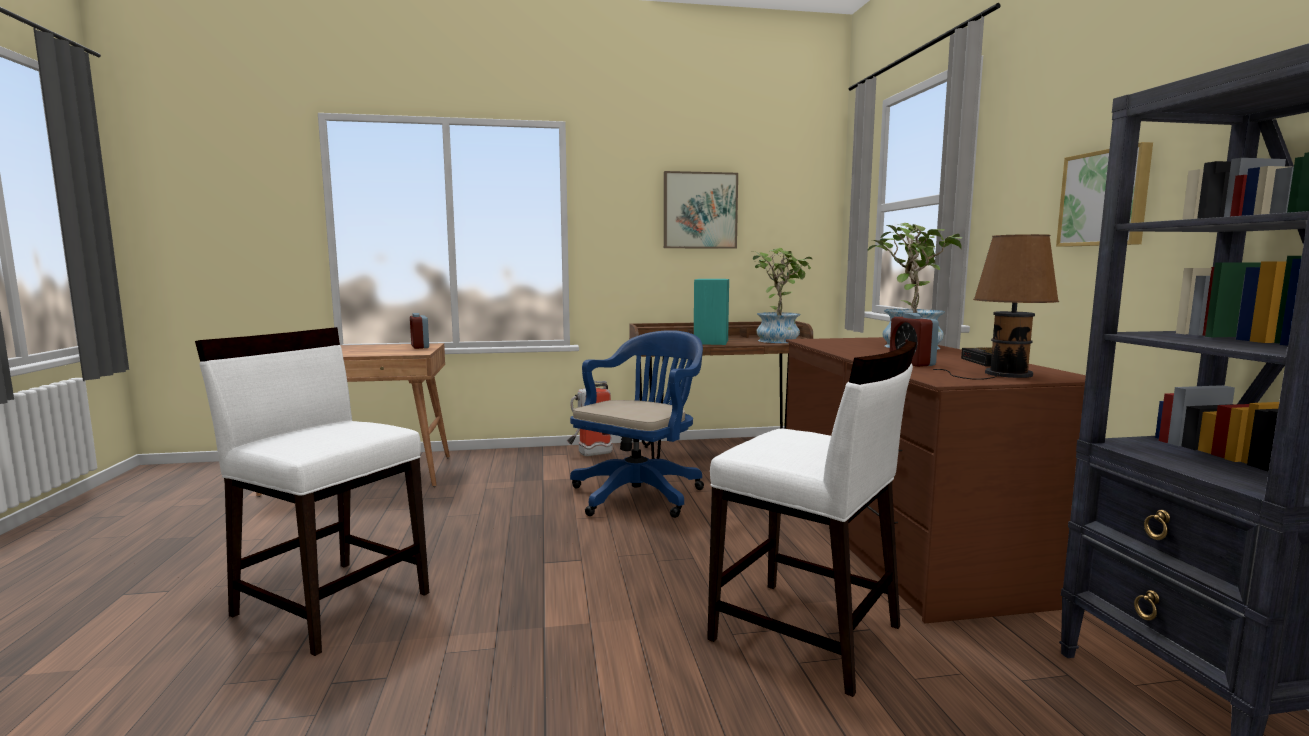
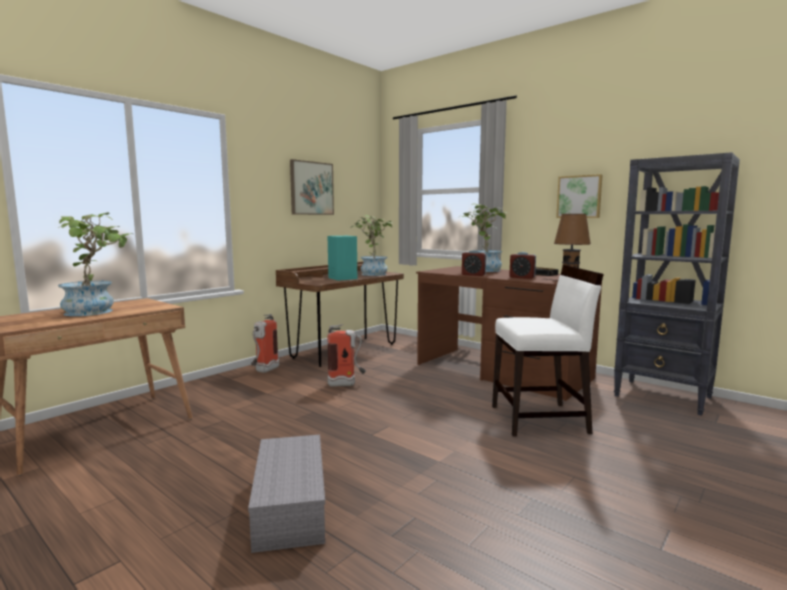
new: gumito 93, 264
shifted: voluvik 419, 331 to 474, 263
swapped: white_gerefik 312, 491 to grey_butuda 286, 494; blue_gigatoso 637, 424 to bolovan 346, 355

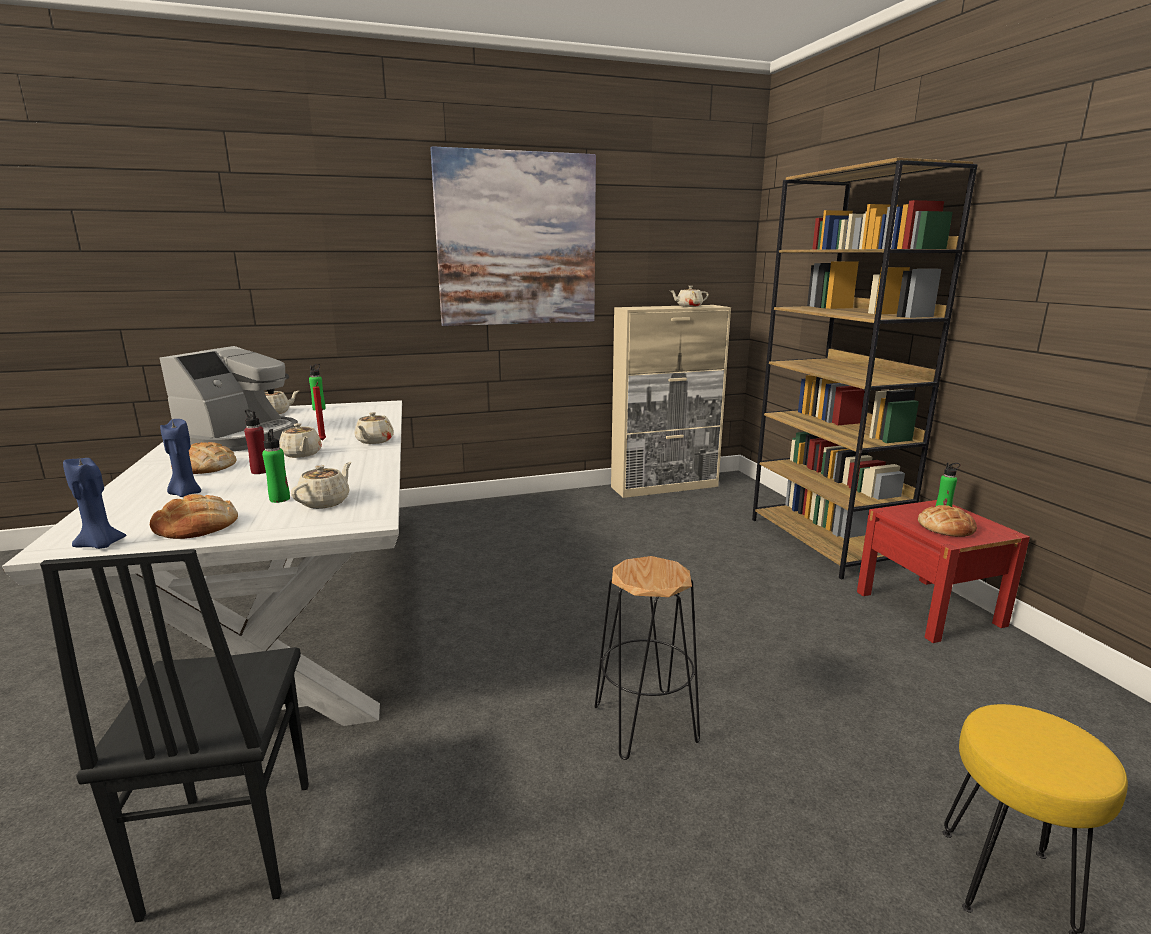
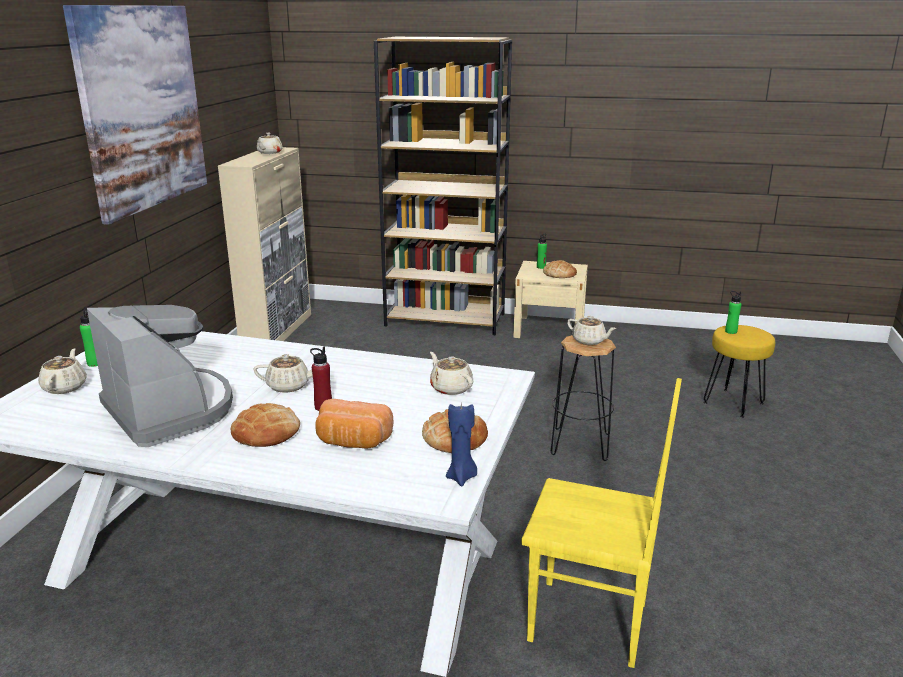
gone: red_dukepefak 319, 411
shifted: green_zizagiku 276, 466 to 733, 312; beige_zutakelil 374, 428 to 592, 330
swapped: blue_dukepefak 180, 458 to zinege 354, 424
repainted: black_gerefik 174, 735 to yellow_gerefik 601, 523; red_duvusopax 943, 571 to beige_duvusopax 550, 299

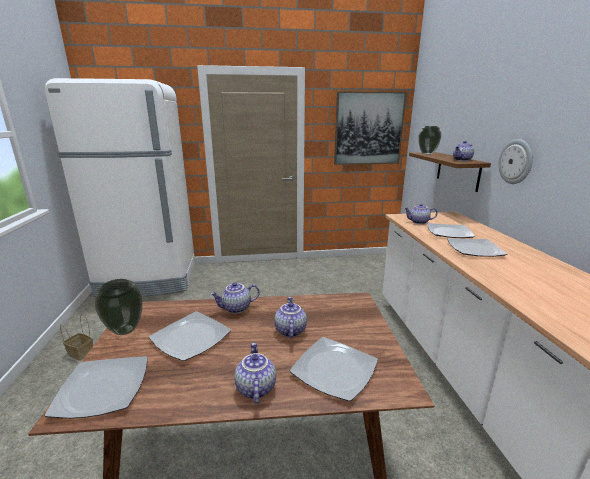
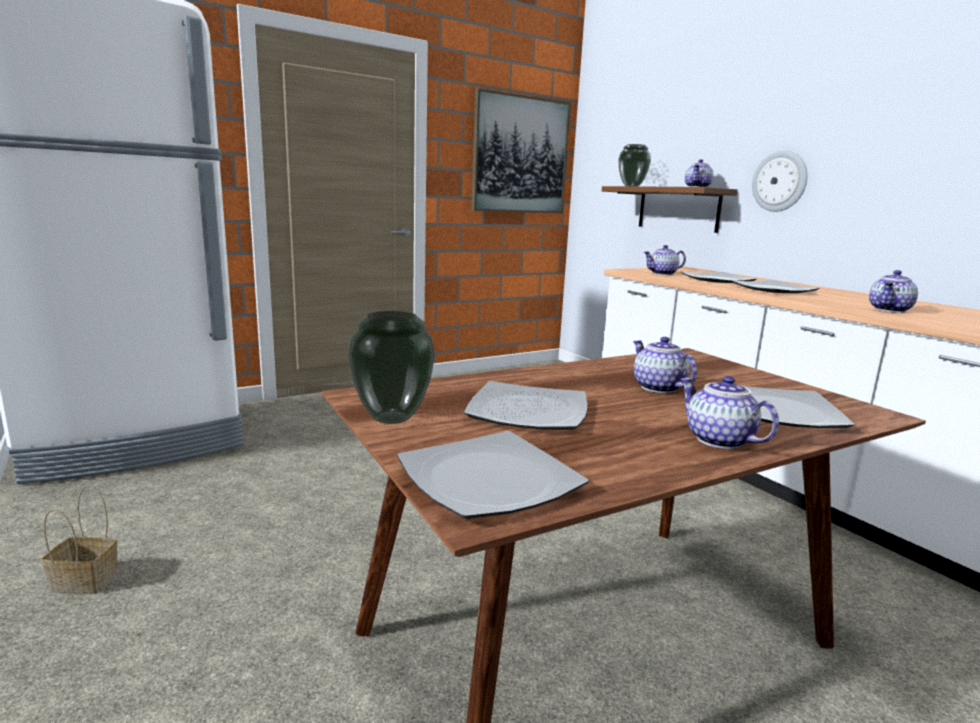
shifted: zutakelil 235, 298 to 893, 291

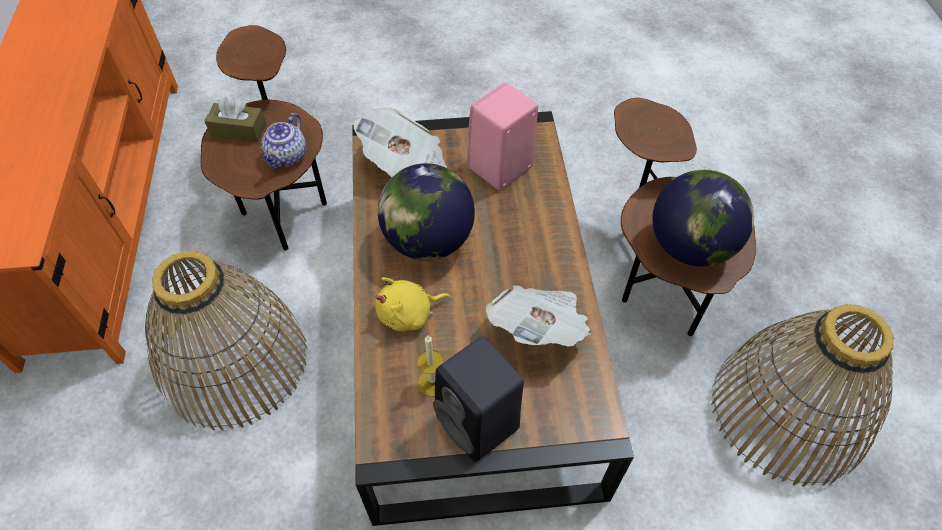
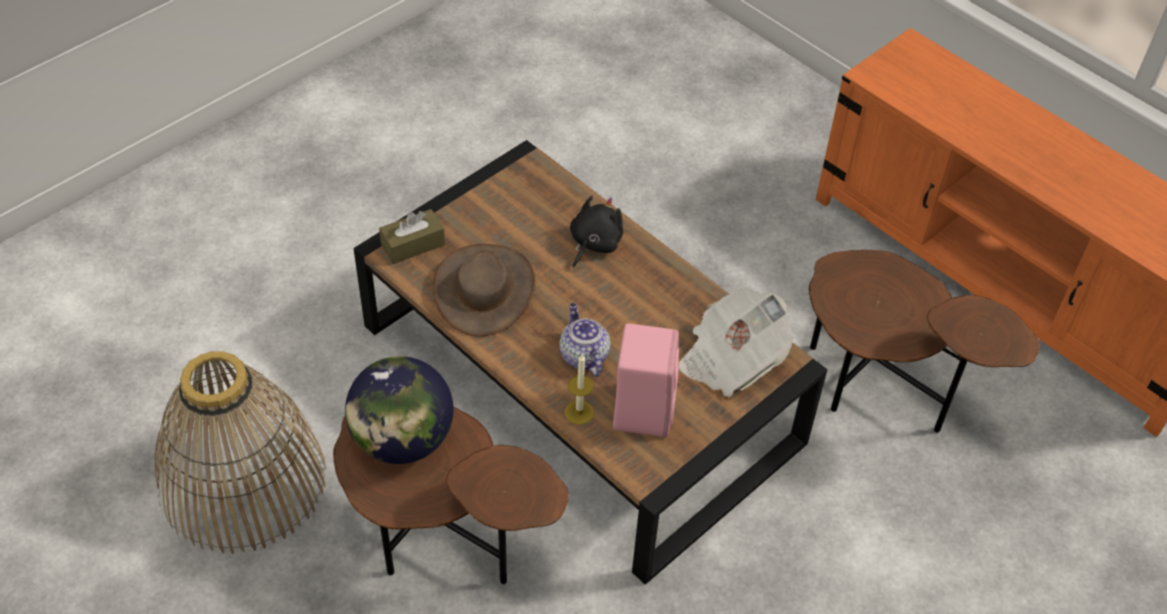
gone: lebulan 226, 341; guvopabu 426, 211; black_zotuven 478, 399
shifted: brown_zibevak 235, 119 to 412, 236; zutakelil 283, 141 to 584, 340; dukepefak 430, 366 to 579, 389
swapped: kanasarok 538, 316 to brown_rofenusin 484, 290
repainted: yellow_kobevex 413, 304 to black_kobevex 597, 232

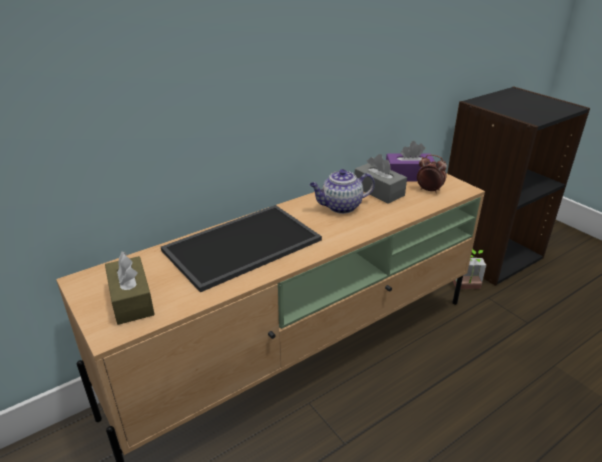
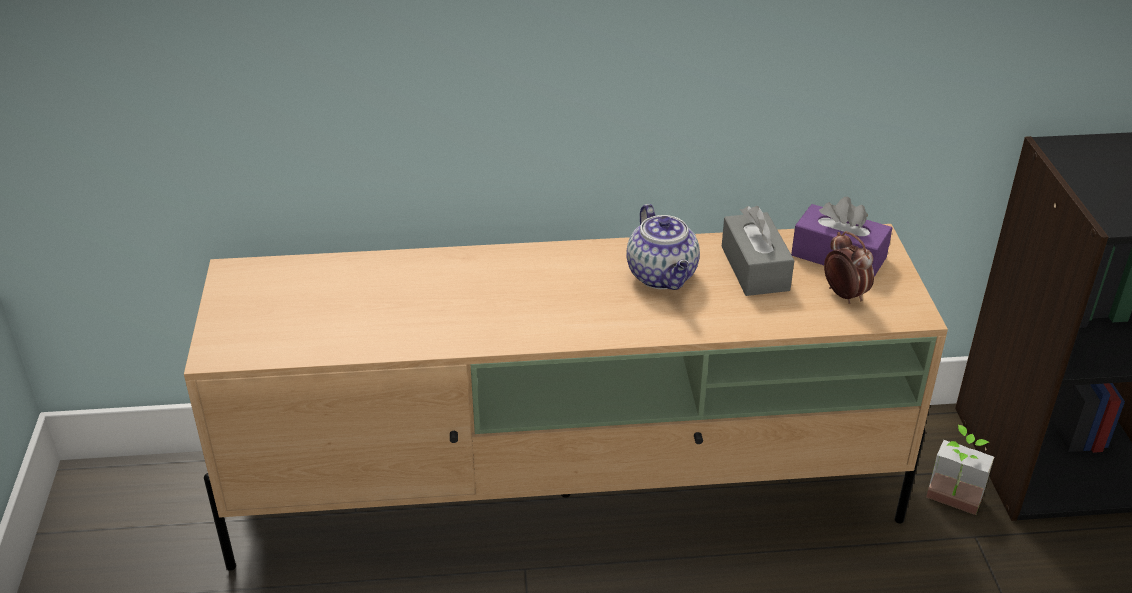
gone: brown_zibevak 130, 288; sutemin 241, 248
rotated: zutakelil 342, 191 = 663, 247 120 degrees counterclockwise

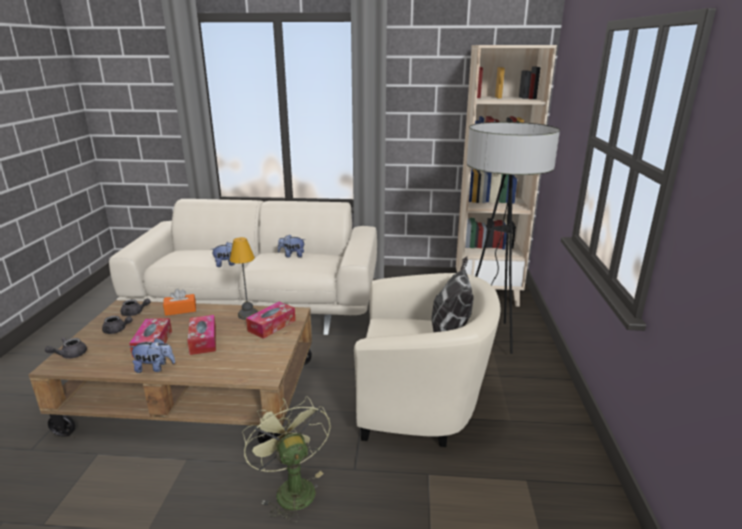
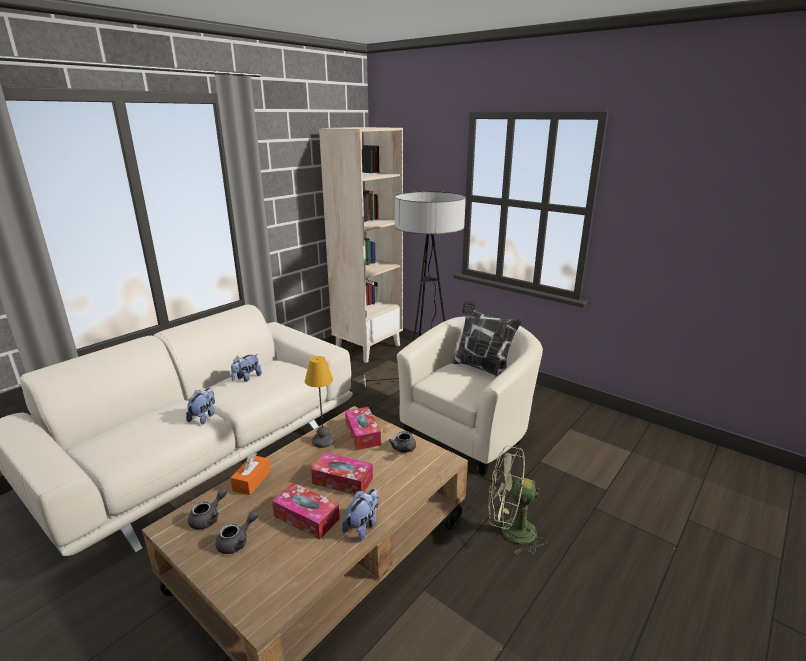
shifted: grey_zutakelil 66, 348 to 402, 442

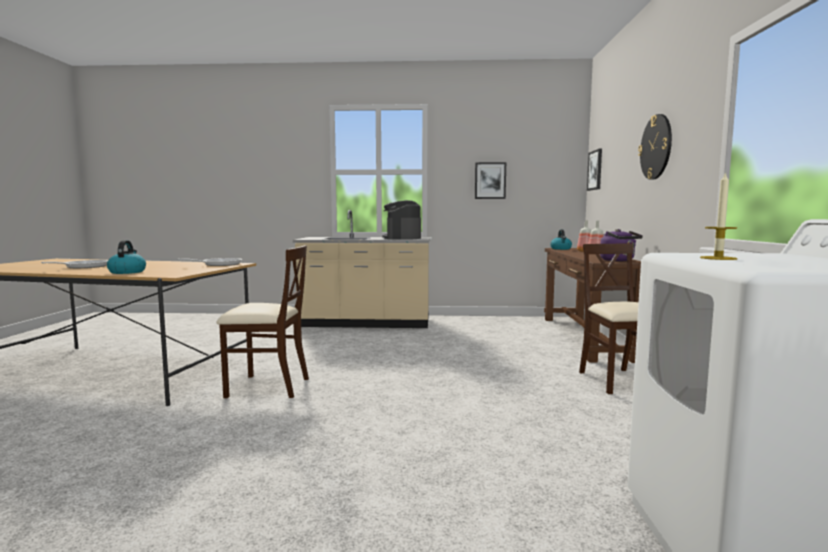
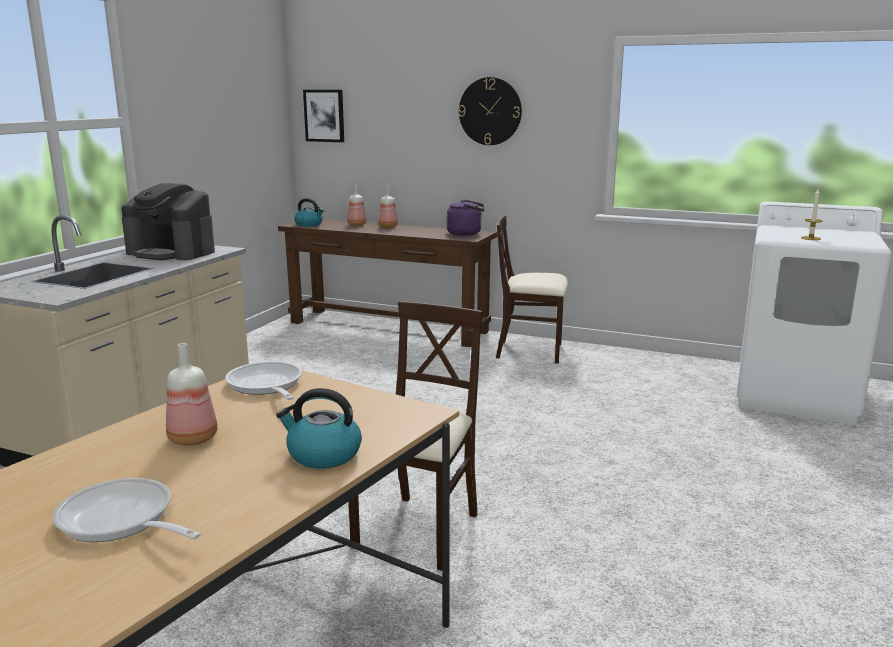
gone: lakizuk 490, 180
new: zizagiku 192, 394

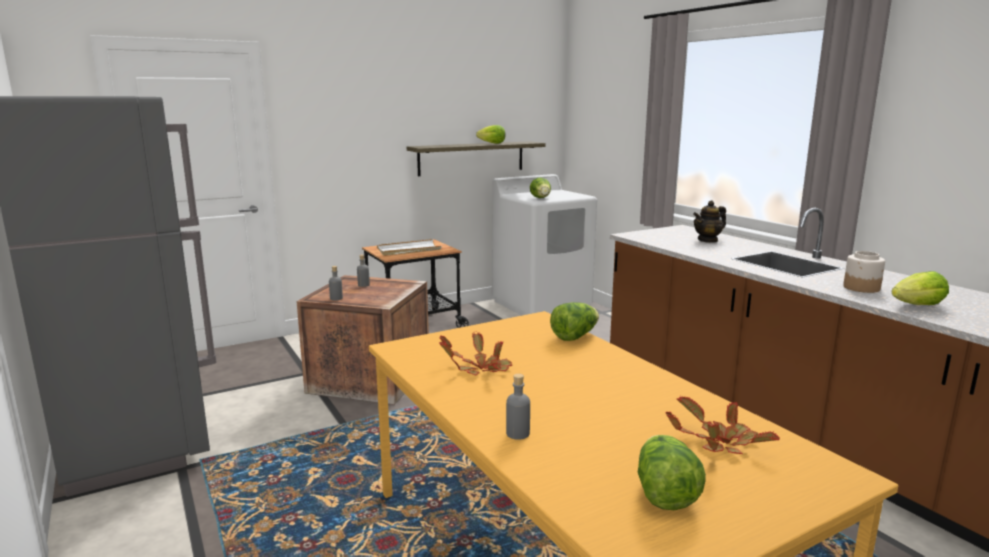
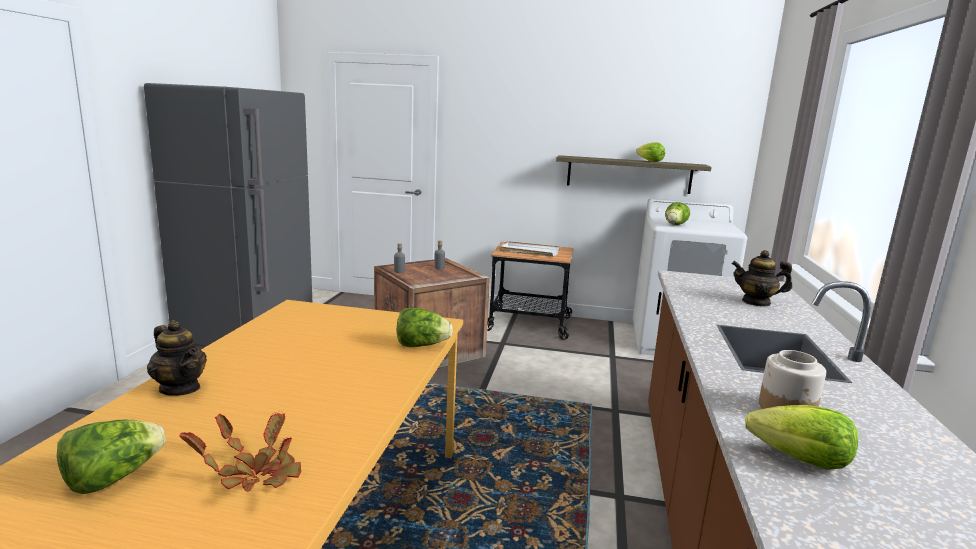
gone: gumito 475, 353
swapped: grey_zizagiku 518, 407 to zutakelil 177, 358

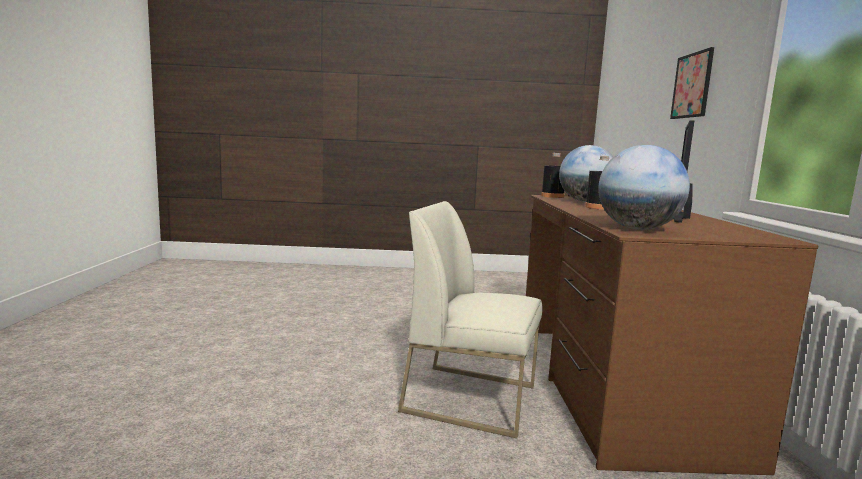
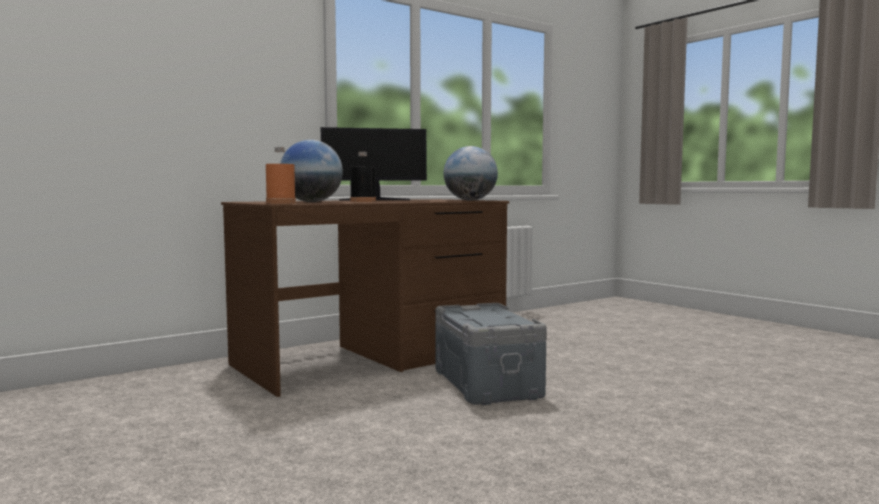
gone: lakizuk 692, 83
swapped: white_gerefik 470, 319 to grey_butuda 491, 354
repainted: black_zizagiku 553, 175 to orange_zizagiku 281, 175

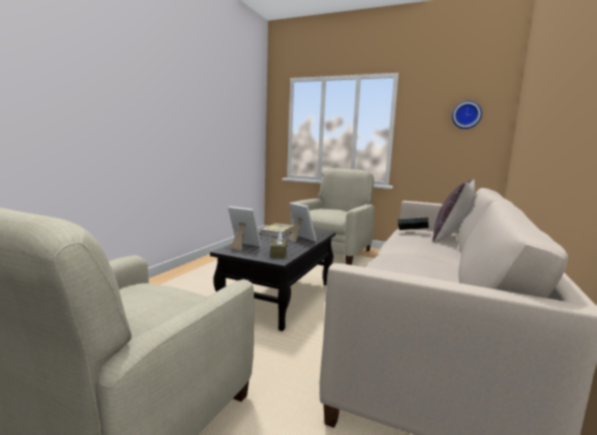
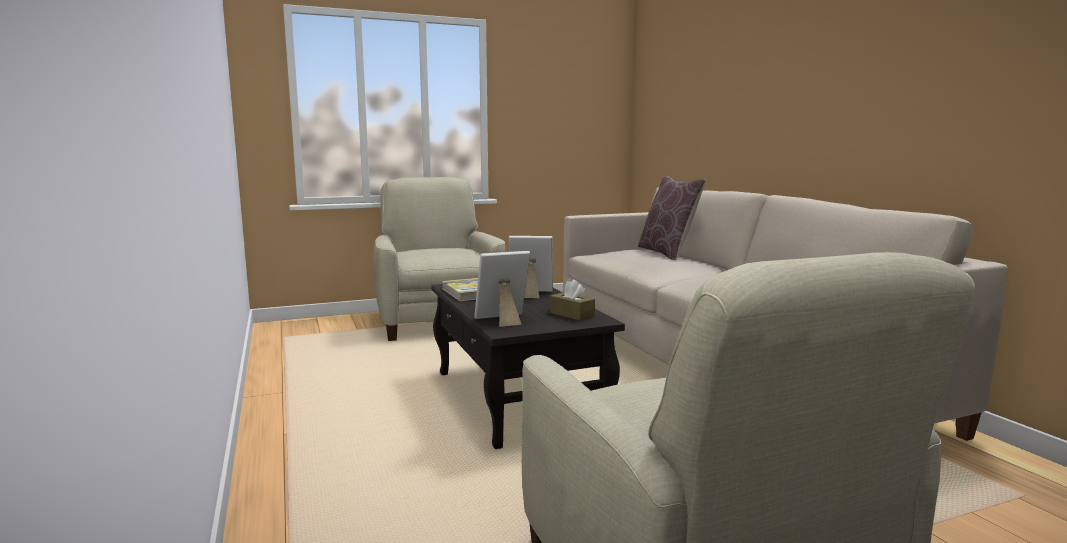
gone: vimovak 413, 223; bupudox 467, 115

